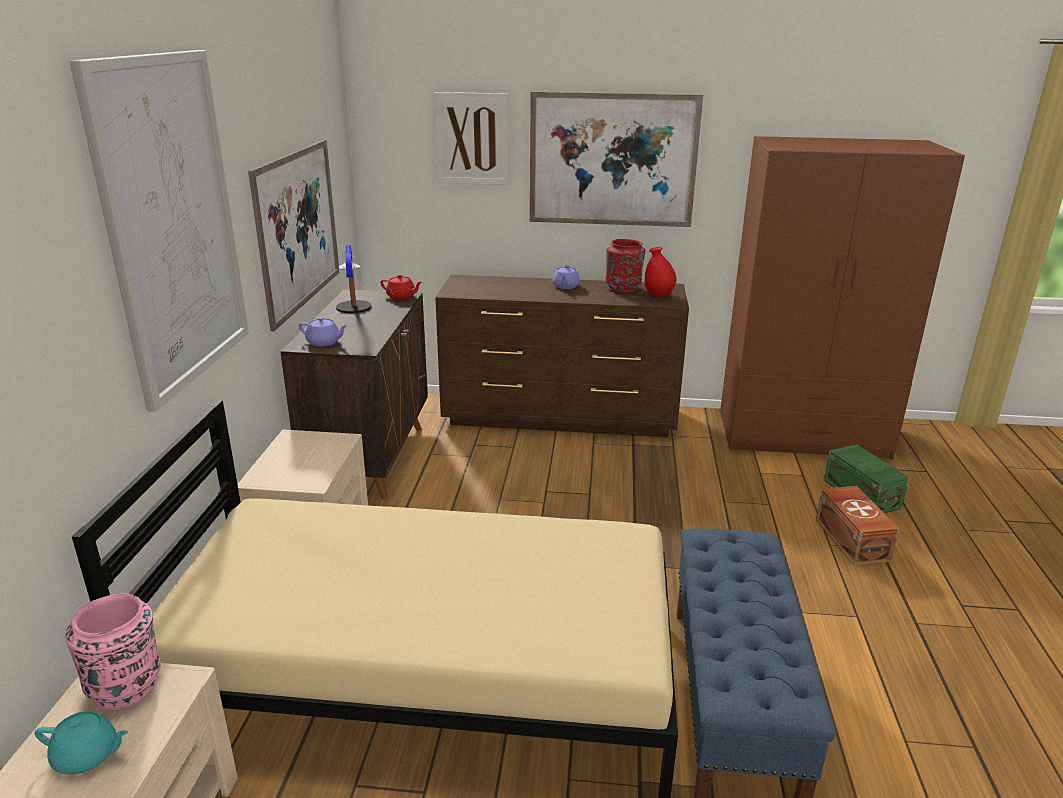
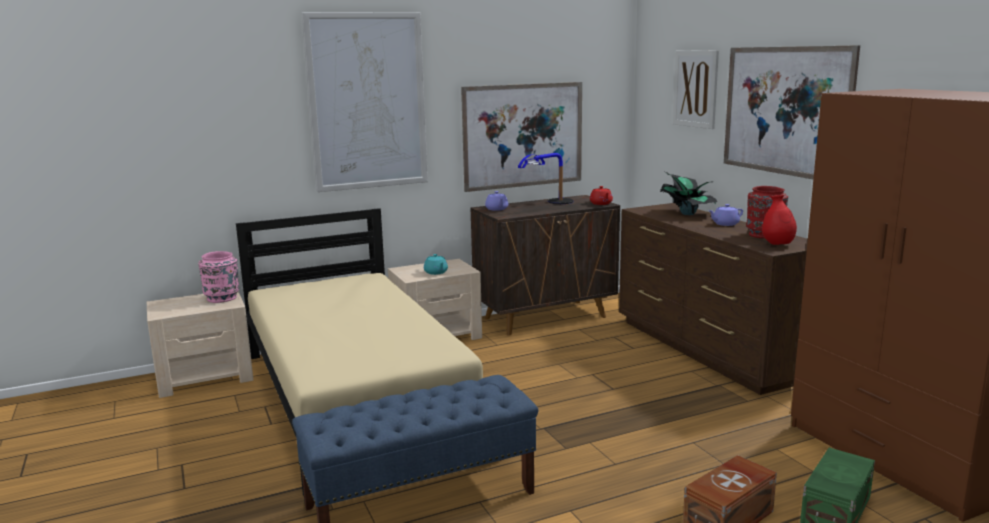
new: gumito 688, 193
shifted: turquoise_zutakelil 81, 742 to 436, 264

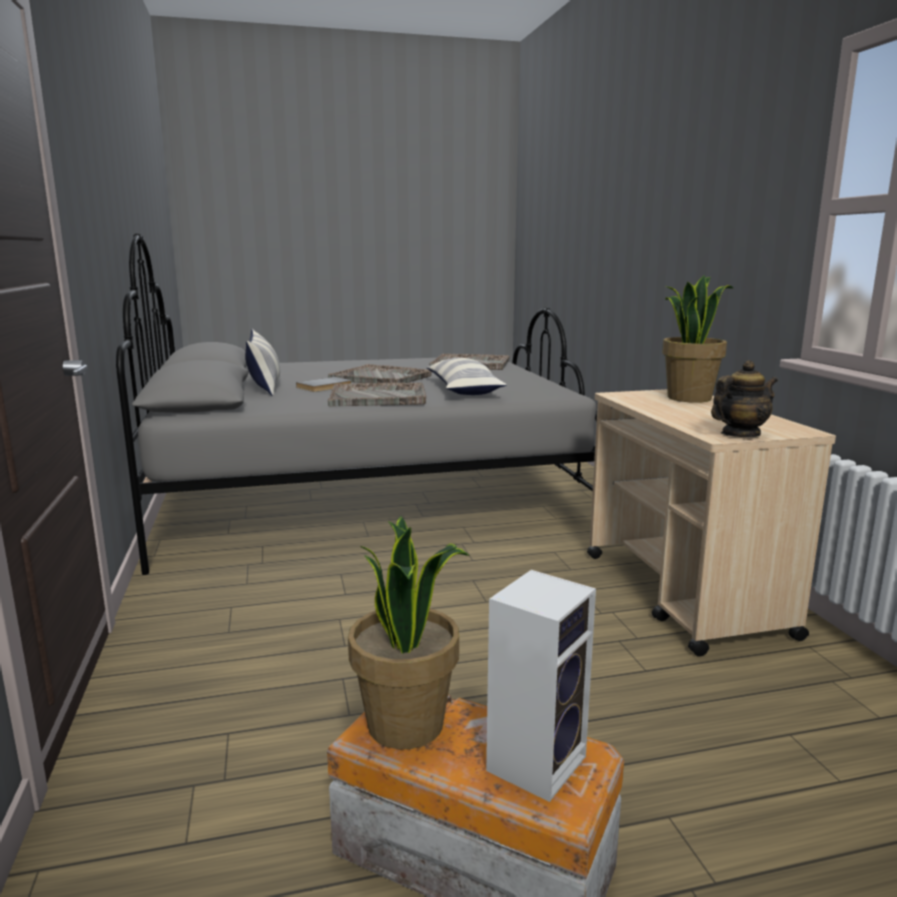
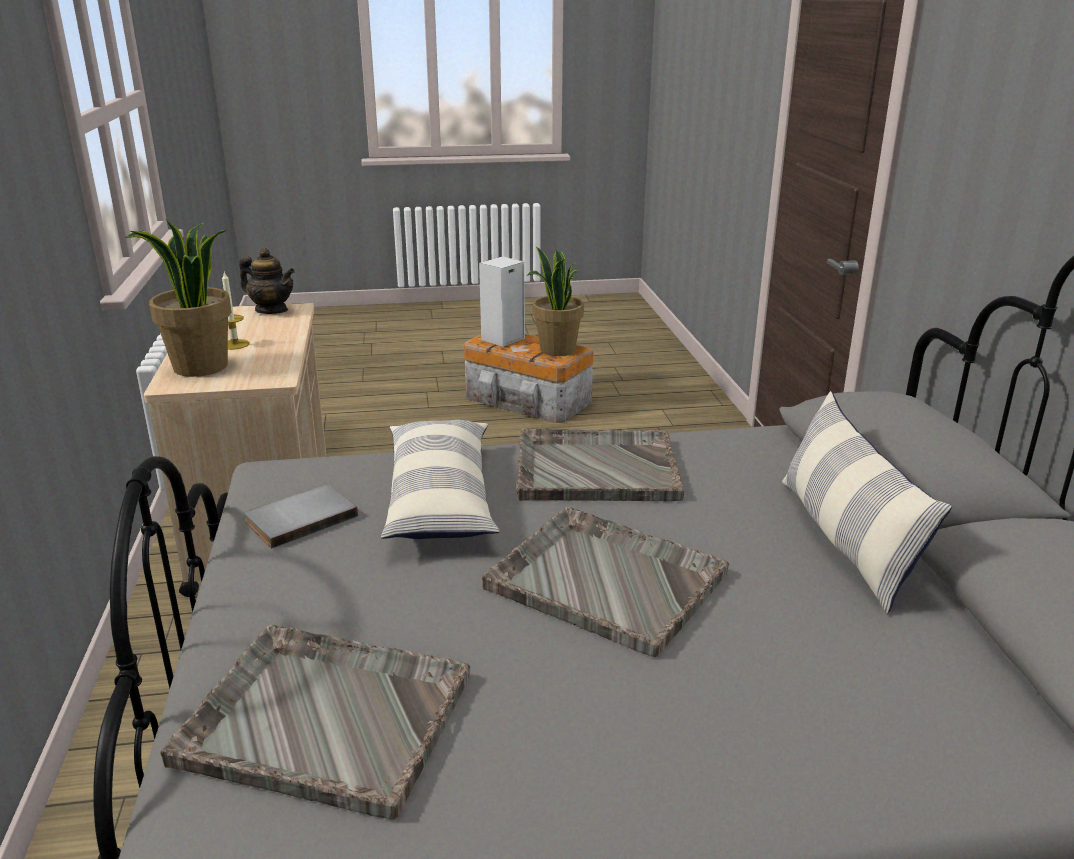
new: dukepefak 236, 311
shifted: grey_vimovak 324, 384 to 301, 516
rotated: zutakelil 744, 398 = 267, 281 135 degrees counterclockwise

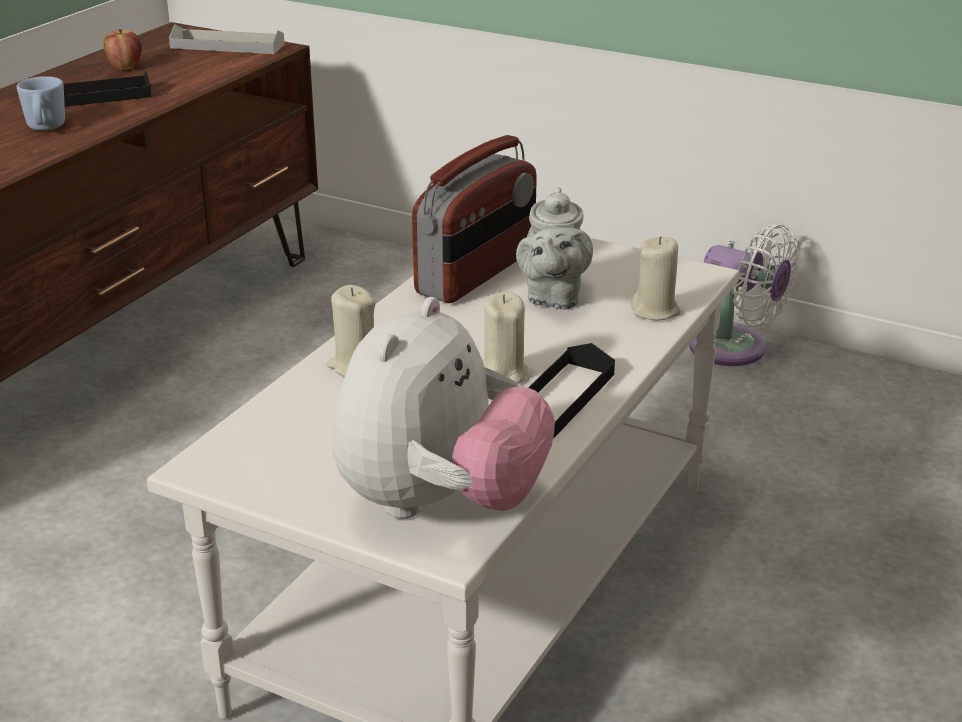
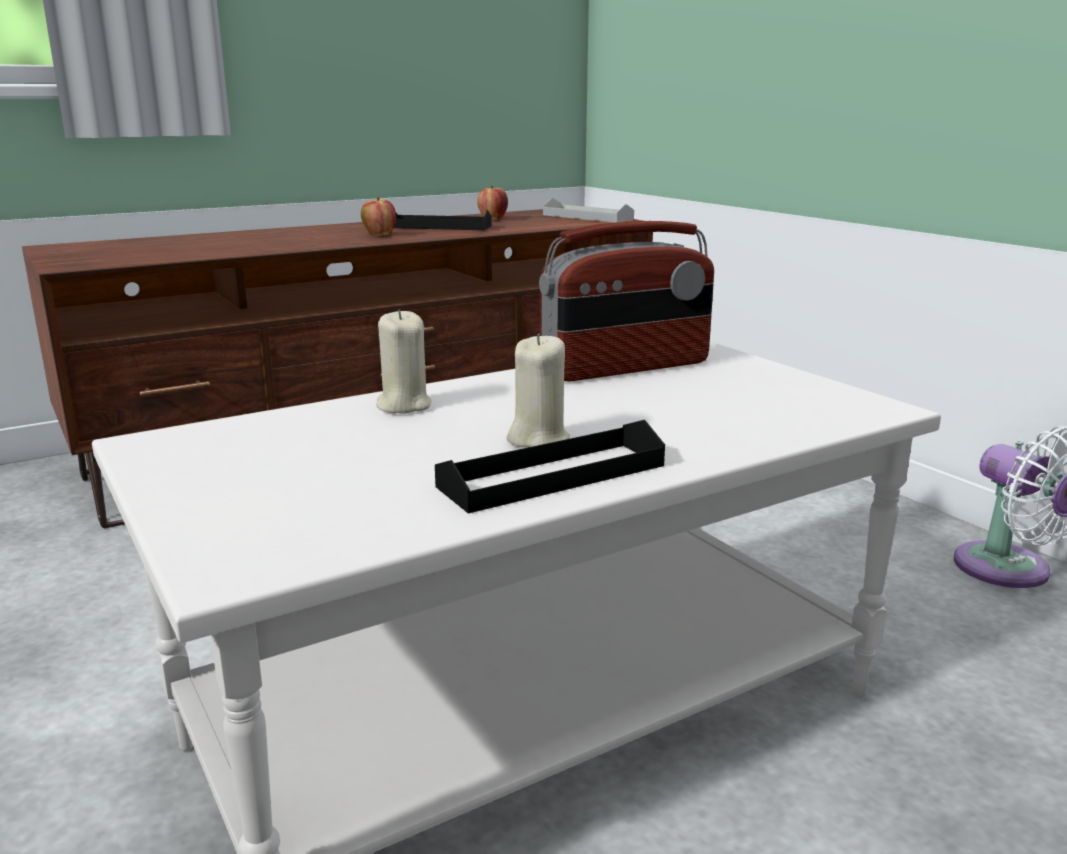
gone: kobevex 443, 408; grey_zutakelil 554, 248; beige_dukepefak 656, 278
swapped: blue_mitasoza 41, 103 to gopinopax 378, 216

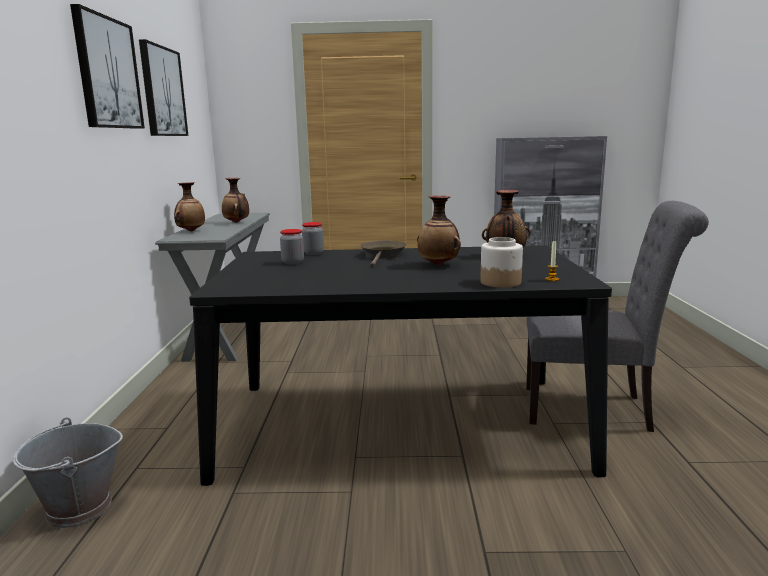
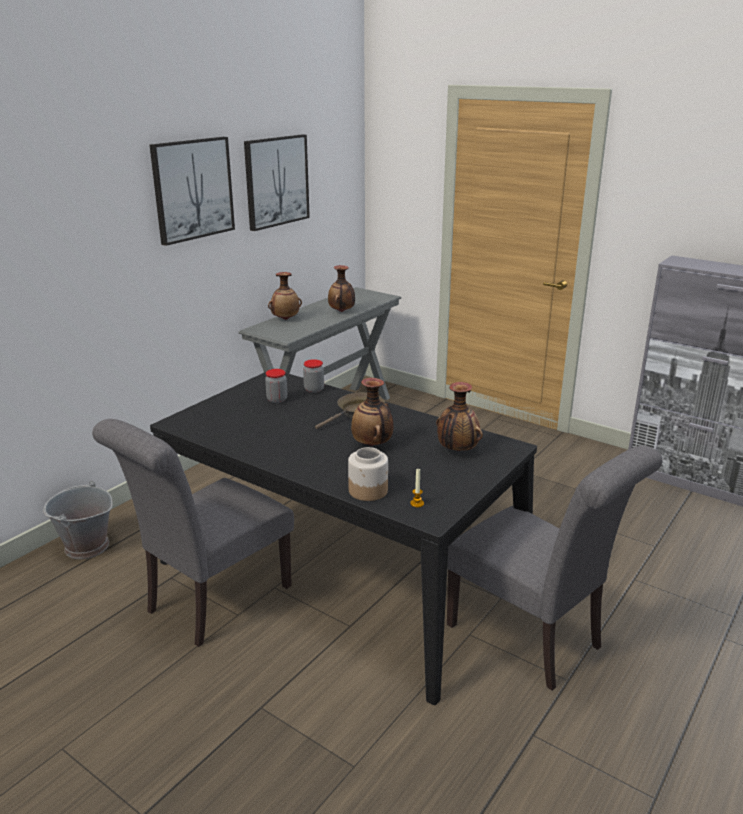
new: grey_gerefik 193, 533

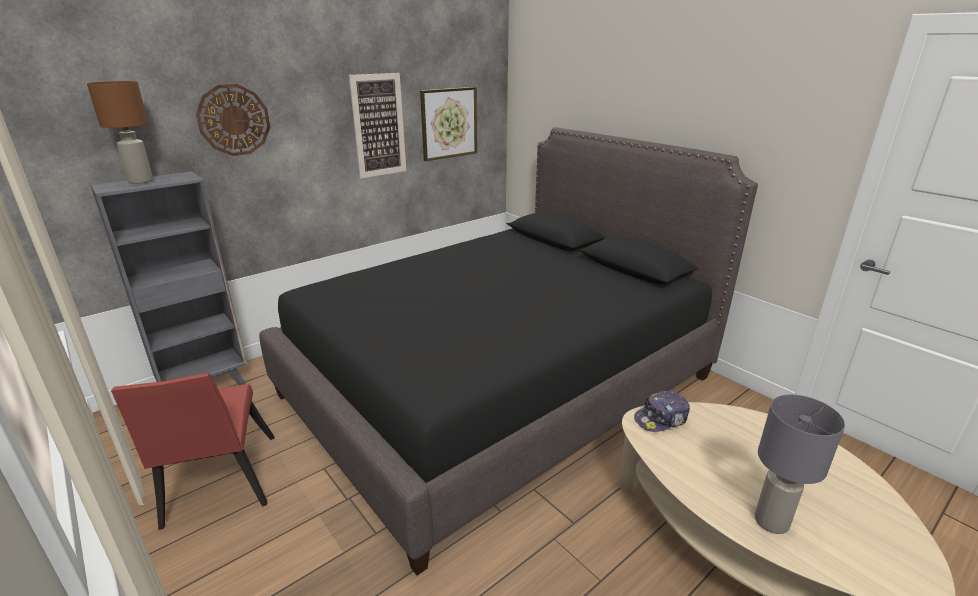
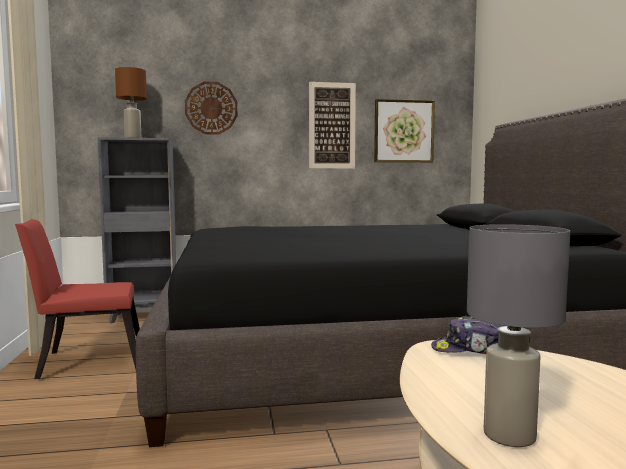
rotated: red_gerefik 192, 451 = 77, 299 60 degrees clockwise

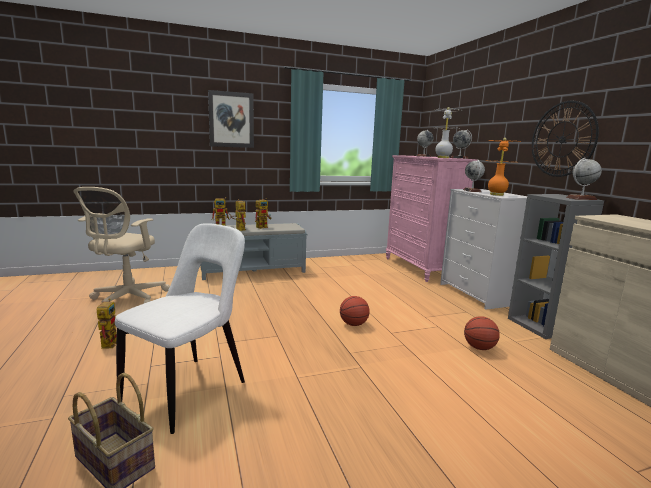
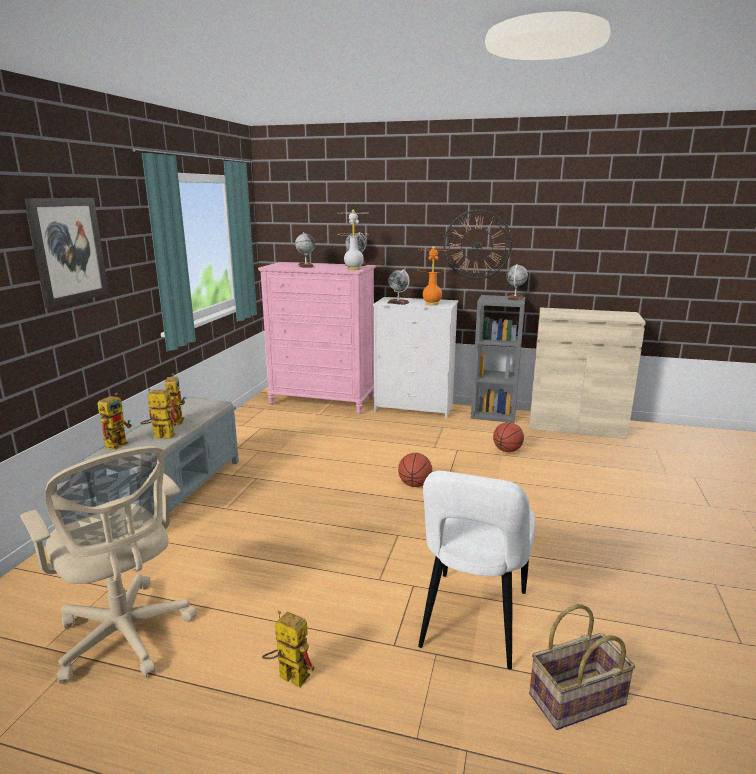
rotated: white_gerefik 180, 328 = 476, 570 135 degrees counterclockwise

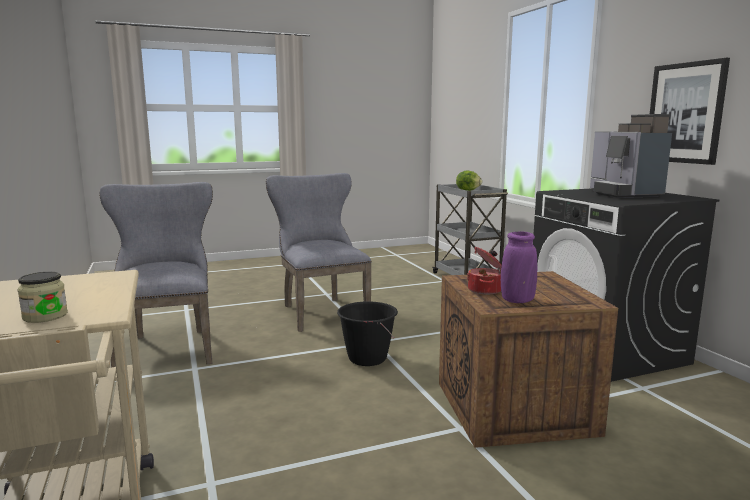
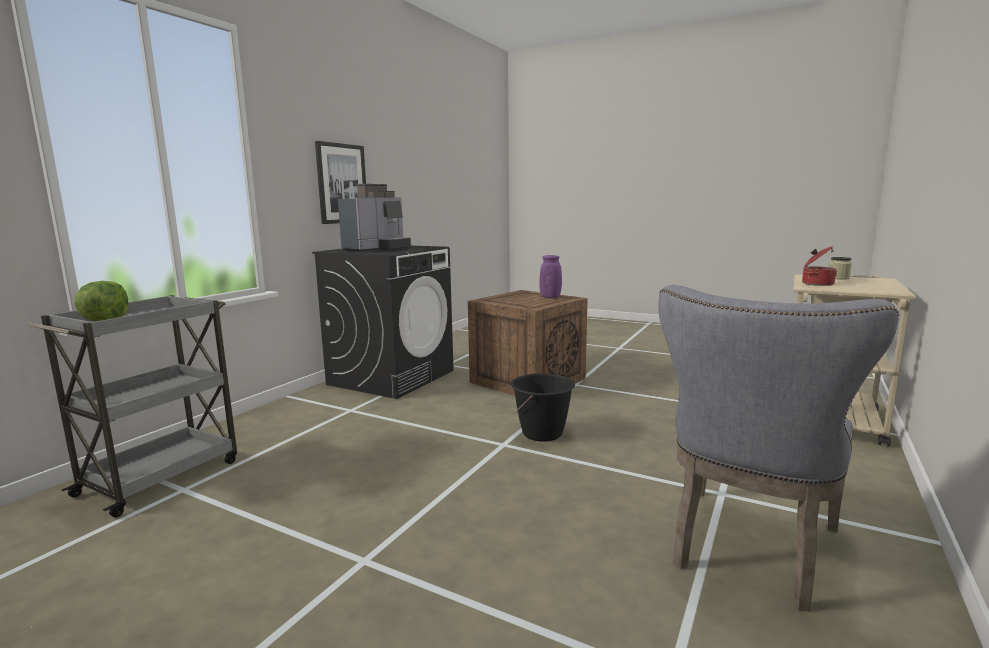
gone: grey_gerefik 319, 252
shifted: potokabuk 484, 271 to 819, 266

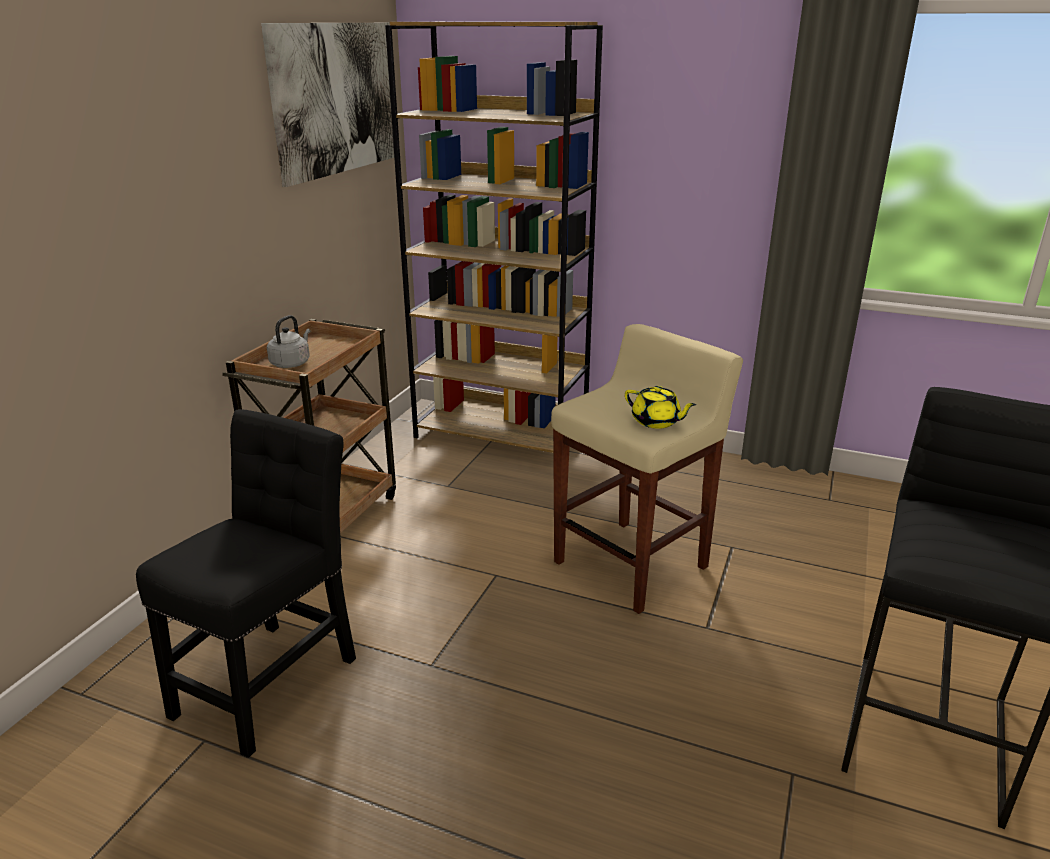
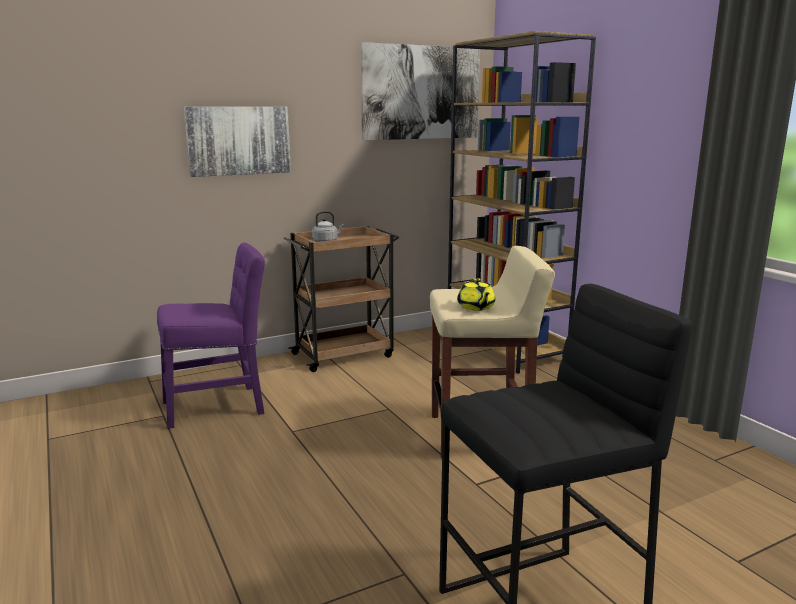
new: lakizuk 237, 142
repainted: black_gerefik 246, 583 to purple_gerefik 211, 336

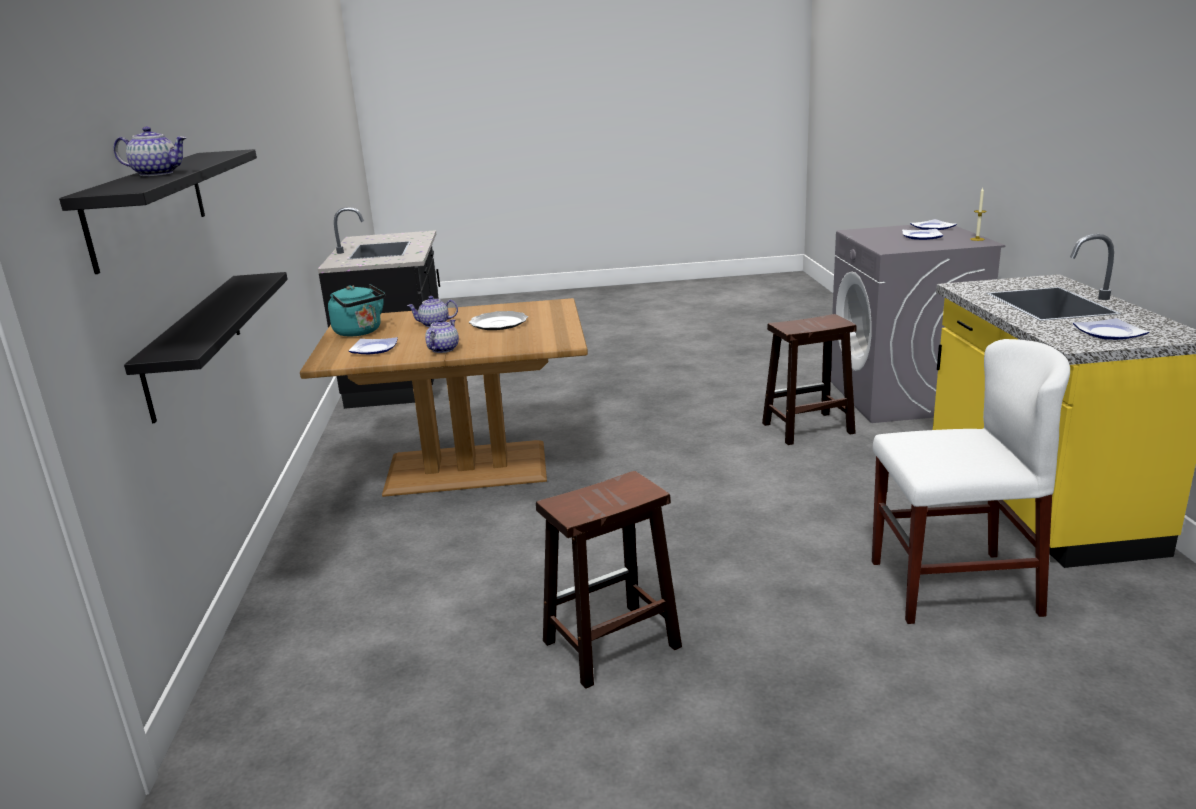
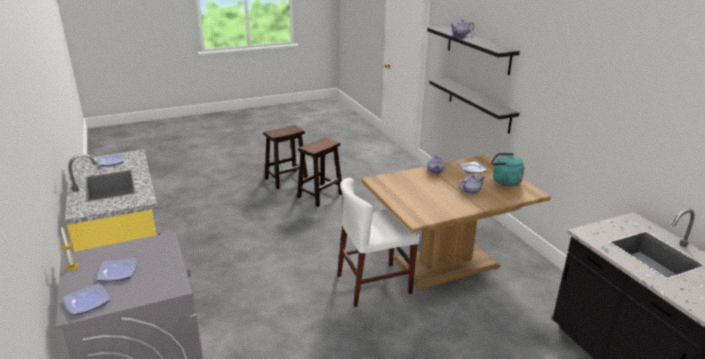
gone: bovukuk 498, 320
shifted: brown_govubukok 809, 379 to 285, 157; white_gerefik 971, 481 to 378, 242

